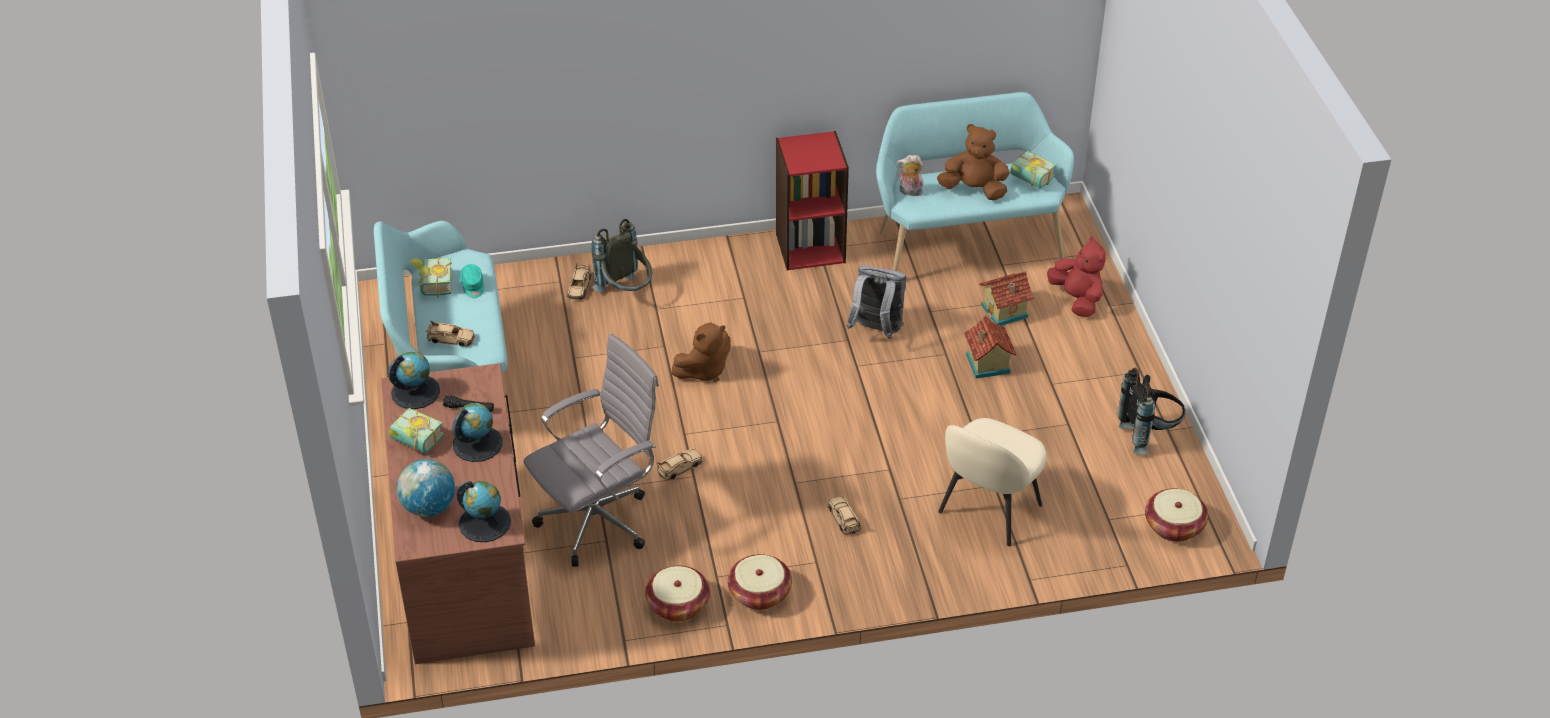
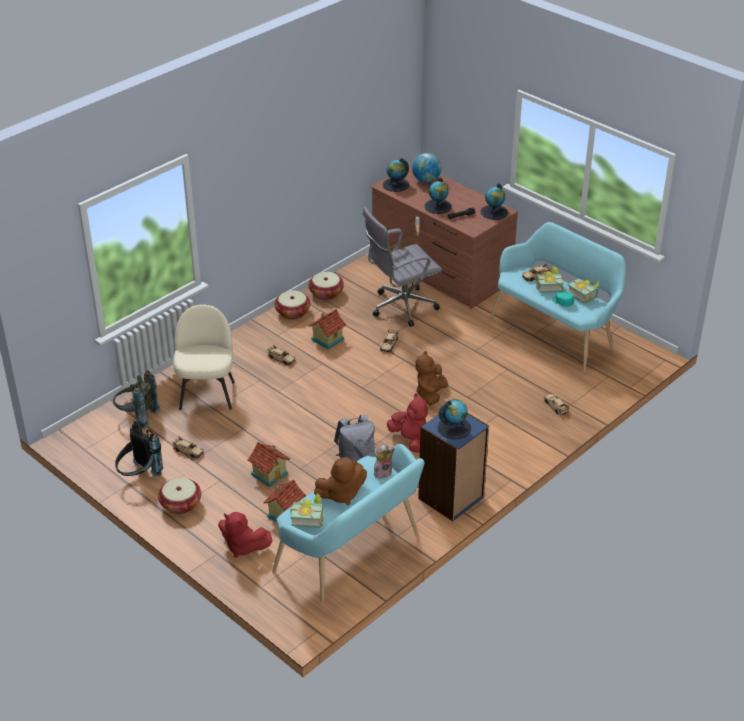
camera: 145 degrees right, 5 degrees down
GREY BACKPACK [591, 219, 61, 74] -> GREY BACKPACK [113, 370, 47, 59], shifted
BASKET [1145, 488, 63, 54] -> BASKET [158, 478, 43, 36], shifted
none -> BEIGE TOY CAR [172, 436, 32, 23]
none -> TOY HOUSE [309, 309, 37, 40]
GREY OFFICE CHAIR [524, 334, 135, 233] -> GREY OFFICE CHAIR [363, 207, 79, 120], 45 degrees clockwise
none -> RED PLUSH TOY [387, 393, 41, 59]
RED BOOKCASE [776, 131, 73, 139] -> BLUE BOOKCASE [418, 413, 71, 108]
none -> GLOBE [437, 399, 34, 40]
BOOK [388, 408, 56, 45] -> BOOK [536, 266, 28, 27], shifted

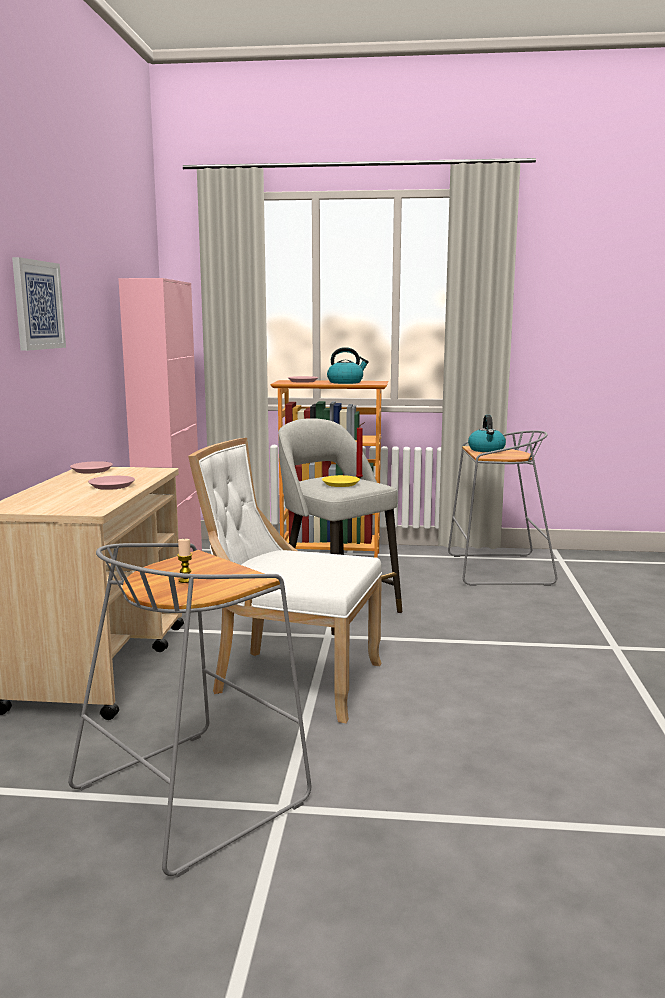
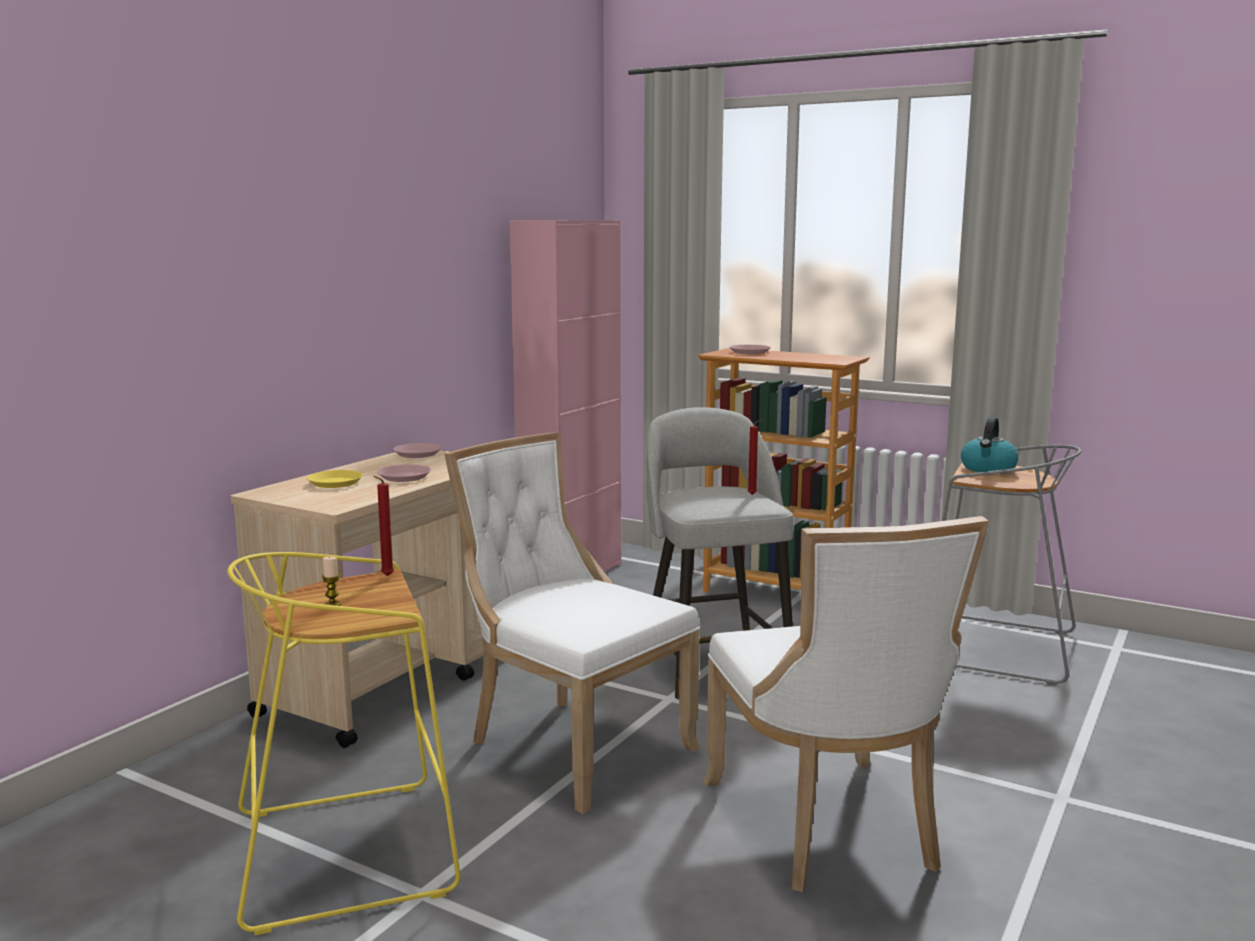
camera: 25 degrees right, 0 degrees up
GREY STOOL [68, 543, 243, 335] -> YELLOW STOOL [227, 552, 233, 383]
YELLOW PLATE [322, 475, 38, 12] -> YELLOW PLATE [307, 470, 56, 18], shifted
none -> RED CANDLE [373, 476, 21, 100]
none -> WHITE CHAIR [703, 516, 286, 376]
PICTURE [12, 257, 54, 94] -> none
KETTLE [327, 347, 42, 37] -> none

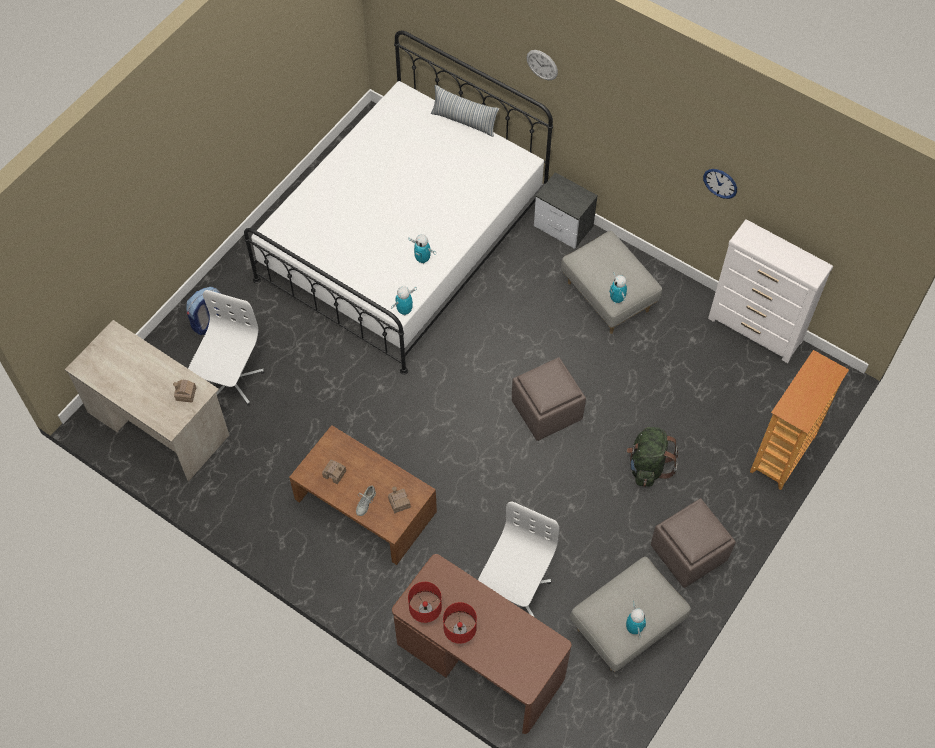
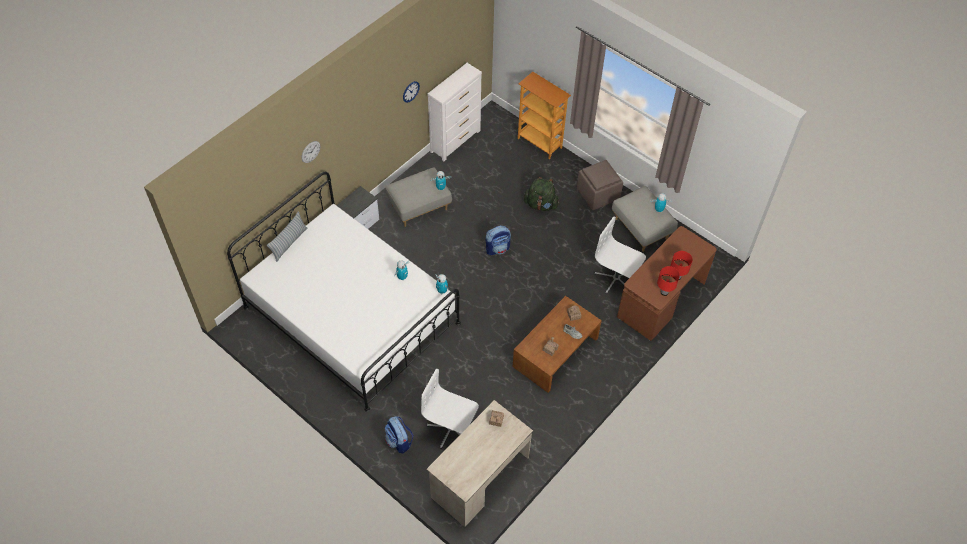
camera: 85 degrees left, 5 degrees down
BROWN OTTOMAN [512, 357, 74, 84] -> BACKPACK [485, 226, 26, 29]

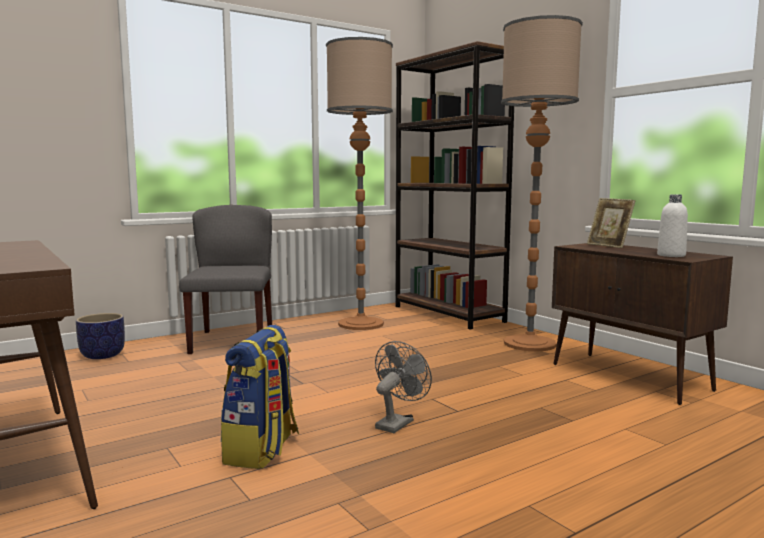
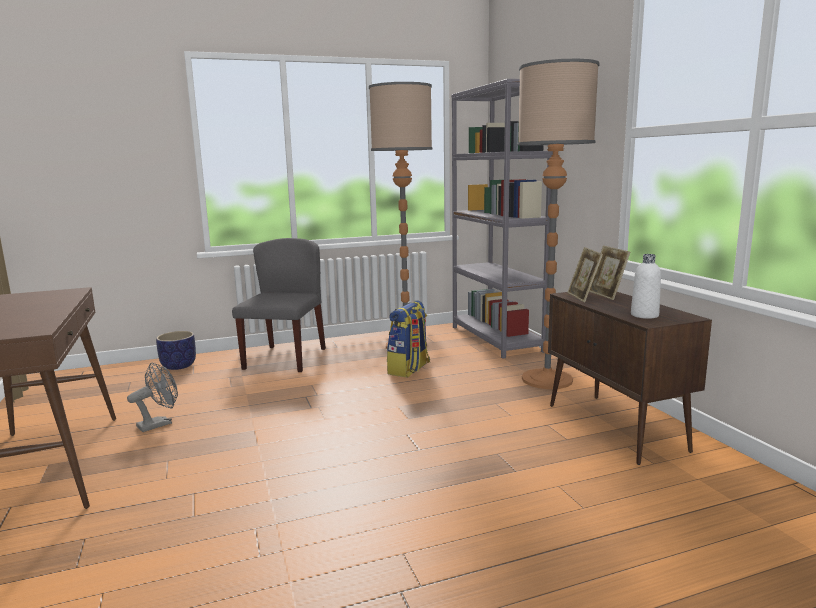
camera: 15 degrees right, 5 degrees up
GREY FAN [375, 341, 57, 92] -> GREY FAN [127, 363, 51, 69], shifted
BACKPACK [221, 325, 78, 144] -> BACKPACK [387, 300, 43, 78], shifted
BROWN BOOKCASE [395, 41, 119, 288] -> GREY BOOKCASE [451, 79, 102, 280]
none -> PICTURE FRAME [567, 247, 36, 55]

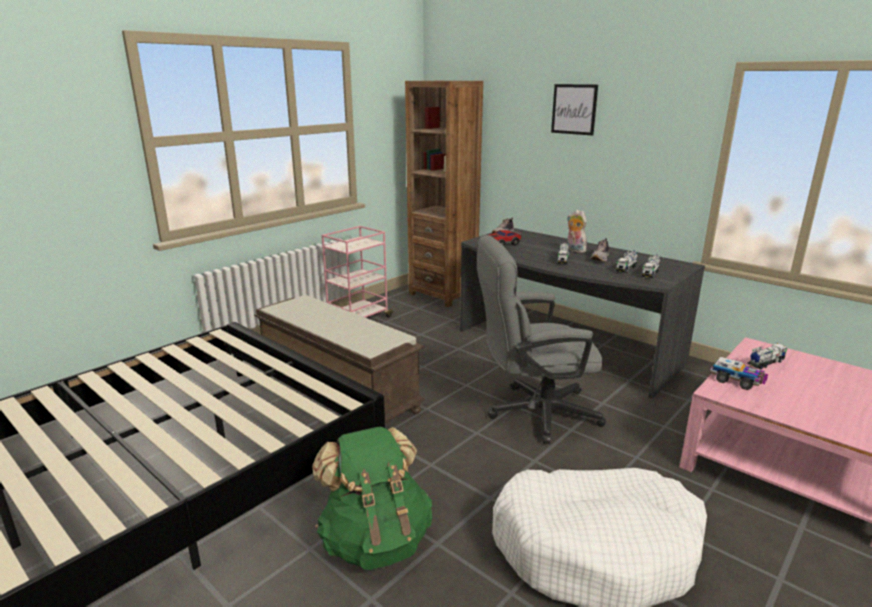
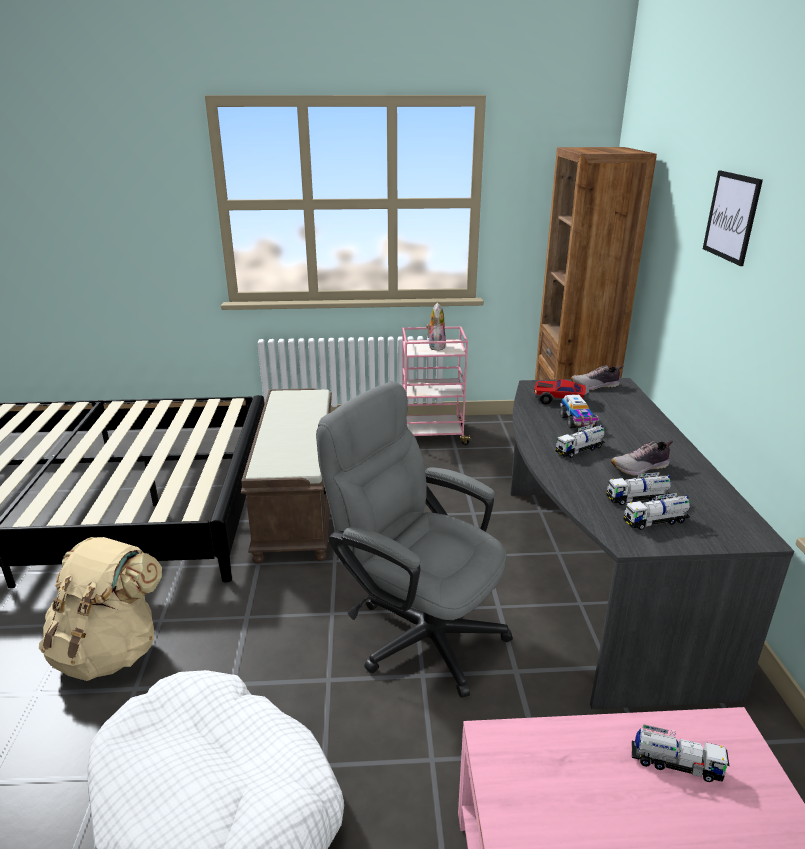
camera: 45 degrees right, 5 degrees up
GREEN BACKPACK [312, 427, 120, 143] -> BEIGE BACKPACK [39, 537, 123, 144]
PLUSH TOY [567, 210, 20, 43] -> PLUSH TOY [426, 303, 20, 48], shifted
TOY TRUCK [710, 357, 58, 33] -> TOY TRUCK [560, 395, 39, 33], shifted

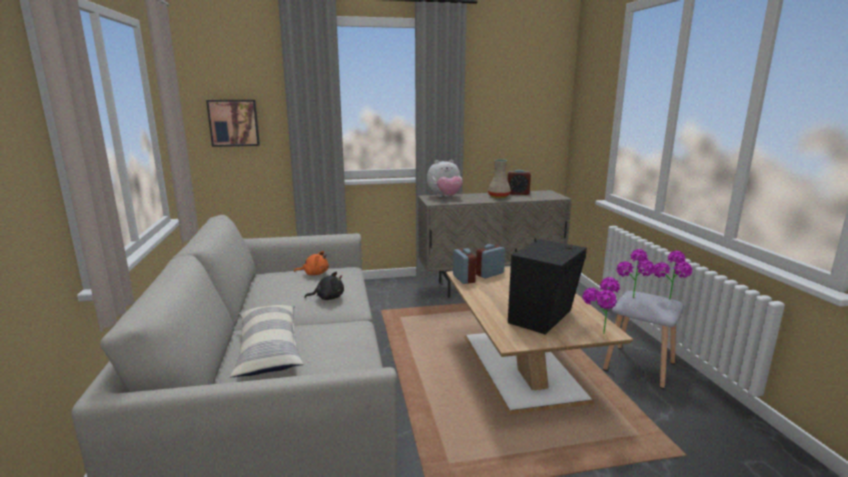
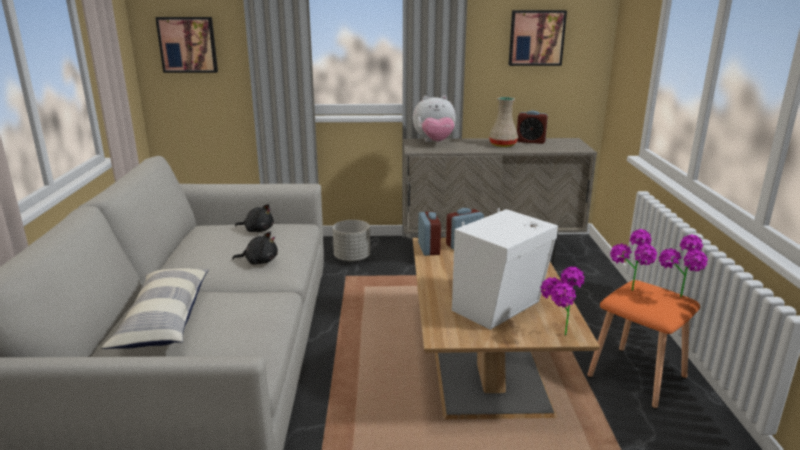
camera: 10 degrees right, 5 degrees up
ORANGE PLUSH TOY [294, 251, 35, 24] -> BLACK PLUSH TOY [235, 204, 39, 28]
none -> GREY PLANTER [333, 220, 37, 42]
BLACK SPEAKER [508, 238, 79, 96] -> WHITE SPEAKER [452, 208, 106, 122]
none -> PICTURE [509, 10, 58, 56]
GREY STOOL [603, 291, 81, 98] -> ORANGE STOOL [587, 280, 113, 129]

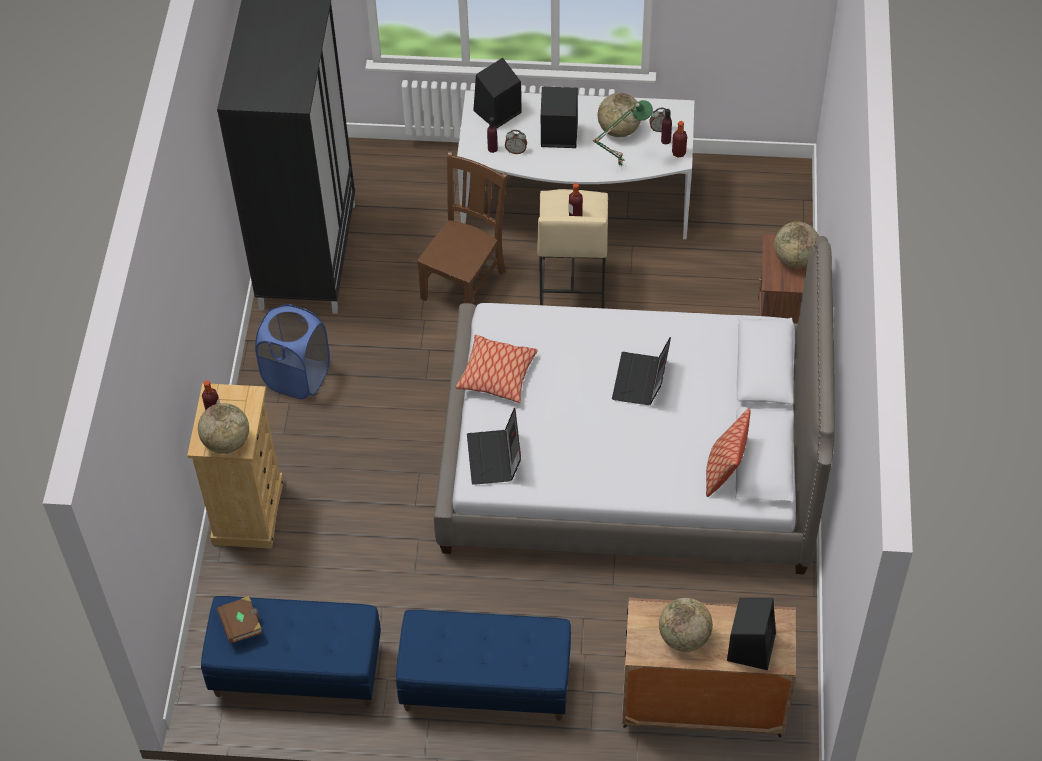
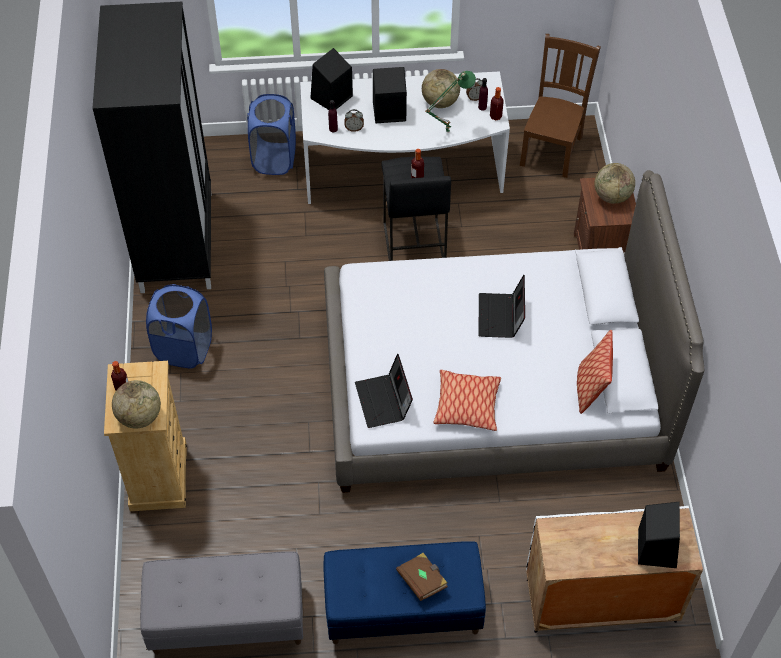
camera: 10 degrees left, 0 degrees up
BLUE BENCH [201, 596, 180, 111] -> GREY BENCH [140, 551, 163, 104]
none -> BLUE LAUNDRY BASKET [247, 94, 49, 81]
BEIGE STOOL [537, 189, 71, 119] -> BLACK STOOL [381, 157, 70, 104]
BROWN BOOK [217, 596, 45, 48] -> BROWN BOOK [396, 553, 52, 48], shifted
PILLOW [456, 335, 82, 68] -> PILLOW [433, 370, 68, 61], shifted
BROWN CHAIR [417, 151, 91, 153] -> BROWN CHAIR [520, 34, 81, 144], shifted
BROWN CABINET [622, 597, 174, 140] -> WHITE CABINET [526, 506, 177, 127]
GLOBE [659, 598, 54, 54] -> none

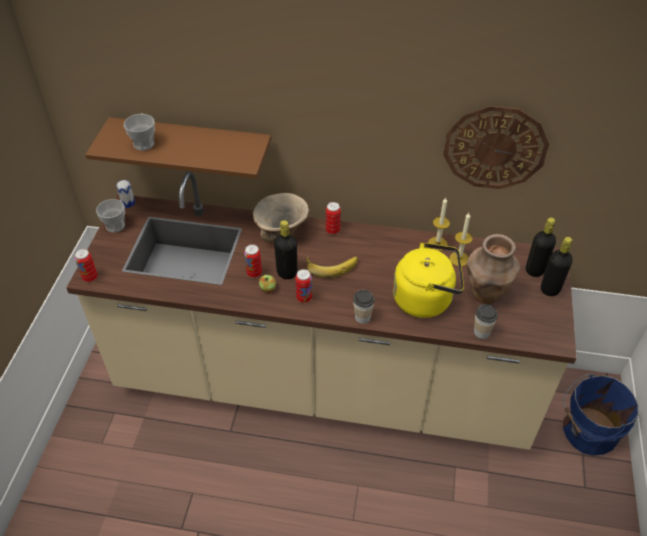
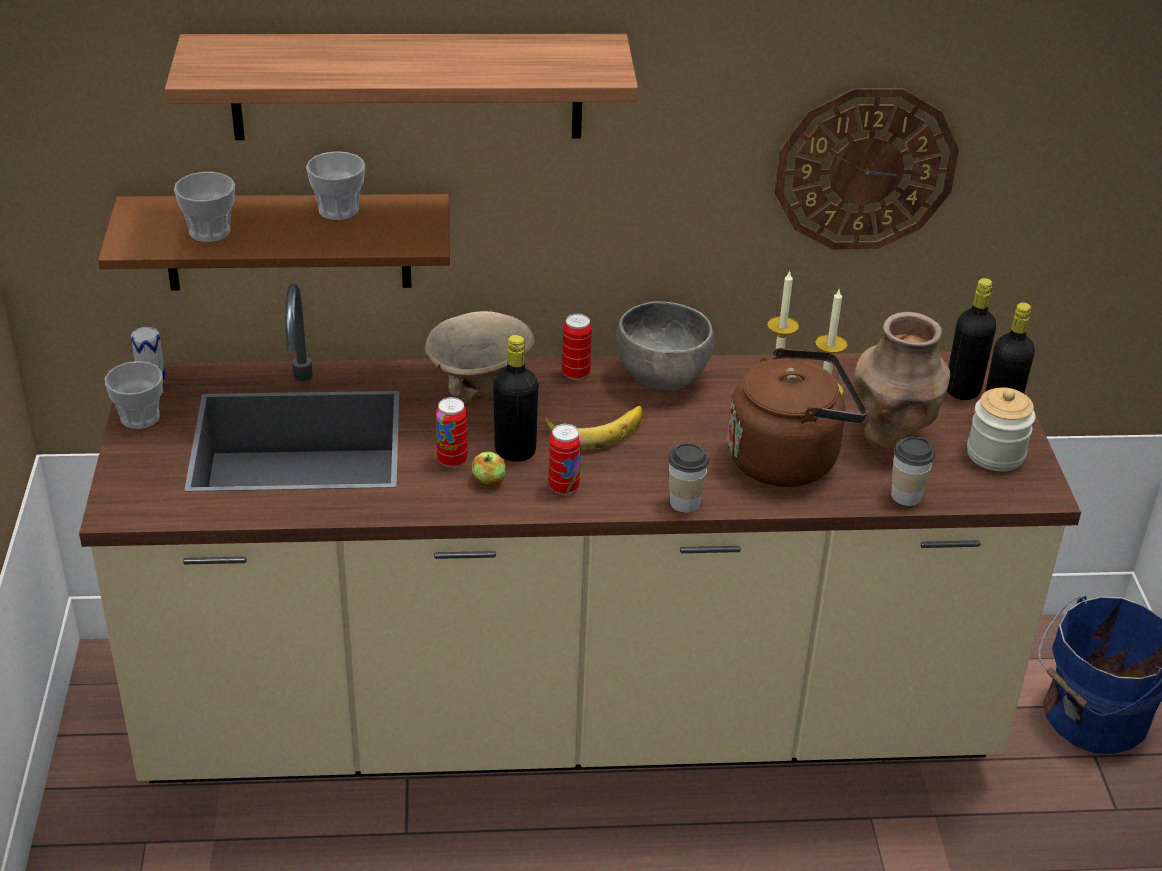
camera: 15 degrees left, 10 degrees down
none -> SHELF [165, 34, 473, 106]
none -> CUP [306, 151, 59, 69]
none -> GREY BOWL [616, 301, 98, 90]
YELLOW KETTLE [393, 243, 71, 75] -> BROWN KETTLE [727, 348, 140, 139]
none -> JAR [967, 387, 69, 84]
CAN [75, 249, 23, 33] -> none

